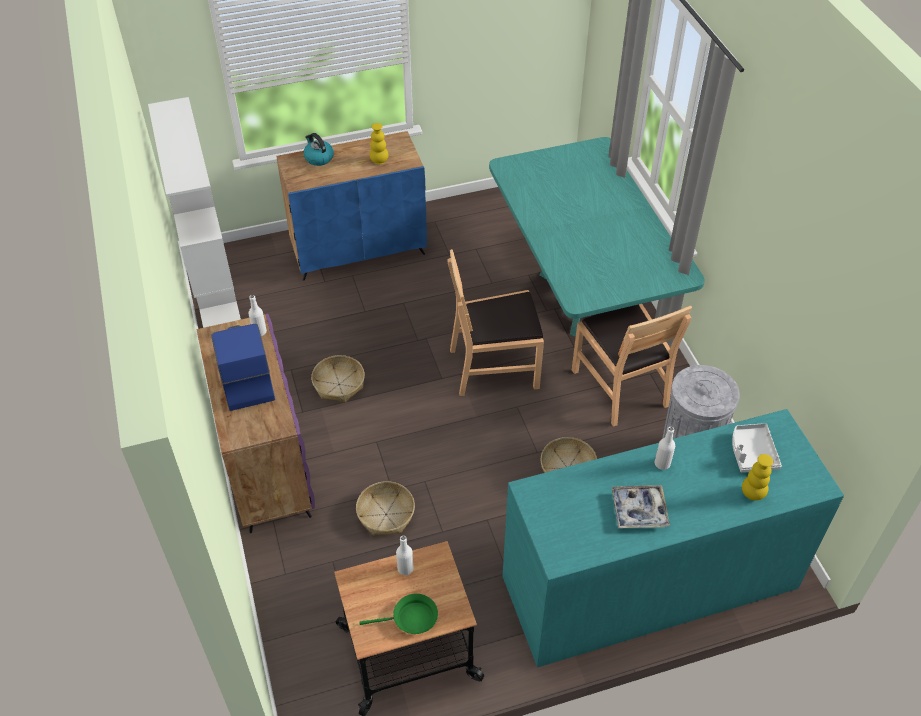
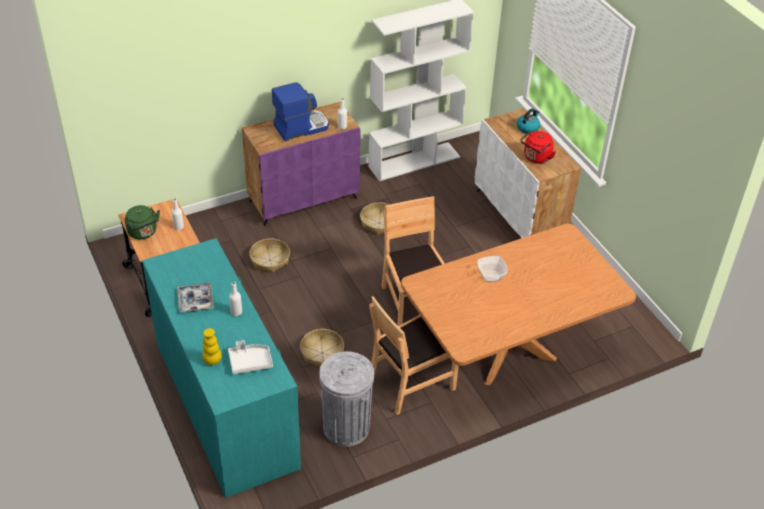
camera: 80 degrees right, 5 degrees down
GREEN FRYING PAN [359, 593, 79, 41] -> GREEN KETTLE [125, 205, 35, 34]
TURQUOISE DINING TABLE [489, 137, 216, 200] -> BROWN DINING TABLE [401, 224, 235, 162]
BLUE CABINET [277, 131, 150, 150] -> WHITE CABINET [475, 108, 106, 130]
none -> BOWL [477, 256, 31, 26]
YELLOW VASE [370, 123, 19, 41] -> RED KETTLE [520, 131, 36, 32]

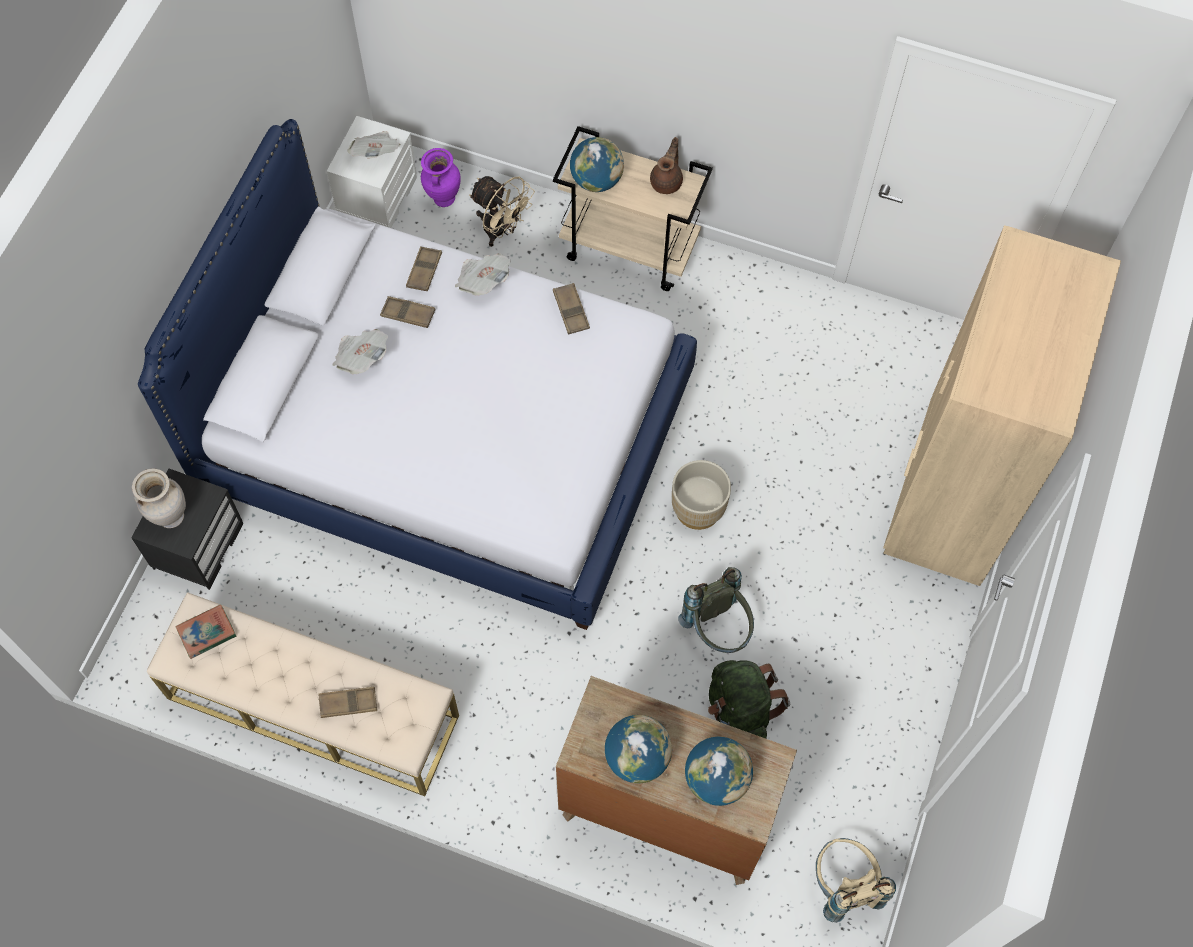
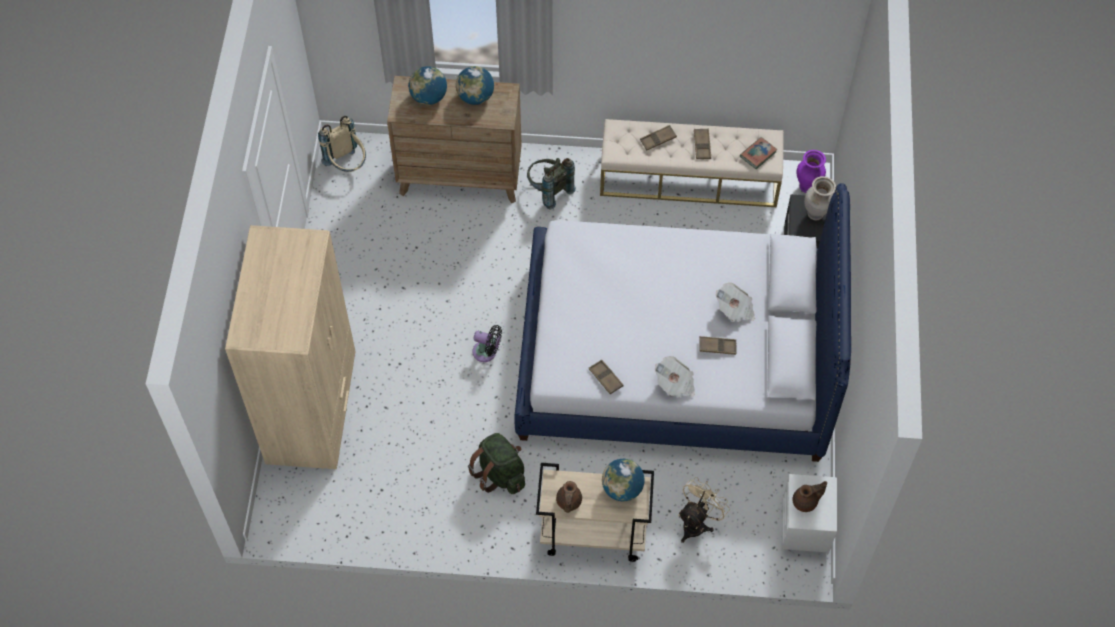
camera: 165 degrees right, 5 degrees down
GREEN BACKPACK [708, 660, 82, 79] -> GREEN BACKPACK [468, 433, 57, 61], shifted
BEIGE PLANTER [672, 460, 59, 70] -> BLACK FAN [472, 325, 30, 37]
GREY BACKPACK [678, 567, 76, 86] -> GREY BACKPACK [527, 158, 49, 51], shifted
BEIGE FAN [469, 176, 66, 71] -> BEIGE FAN [678, 477, 52, 66], 105 degrees clockwise
BROWN TRAY [406, 246, 36, 45] -> BROWN TRAY [694, 128, 17, 31], shifted
NEWSPAPER [347, 131, 54, 28] -> BROWN TEAPOT [792, 481, 35, 31]
PURPLE VASE [421, 148, 40, 59] -> PURPLE VASE [797, 150, 29, 43], shifted

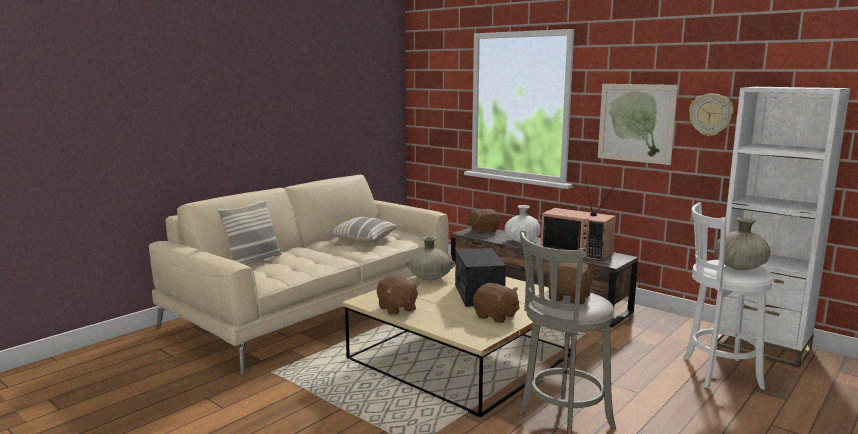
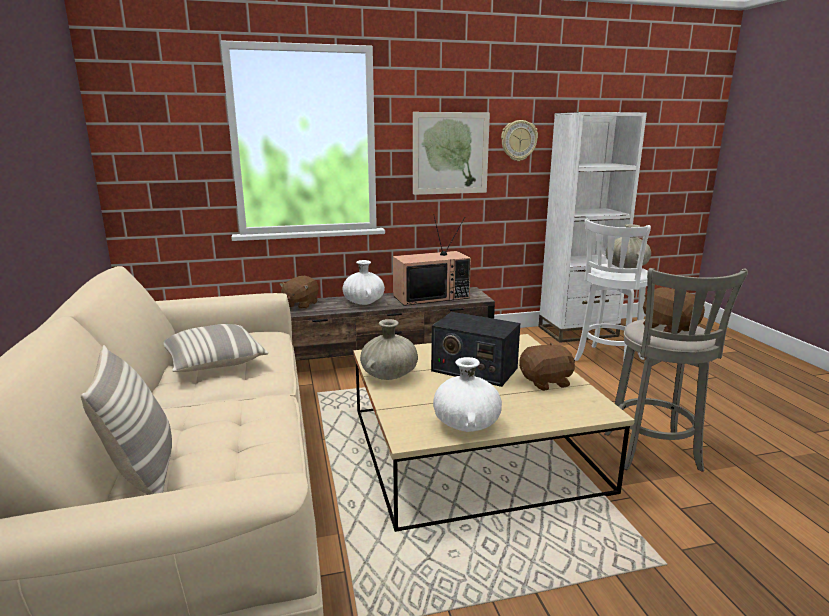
camera: 55 degrees left, 5 degrees up
BROWN PLUSH TOY [377, 276, 42, 39] -> WHITE VASE [433, 357, 69, 75]

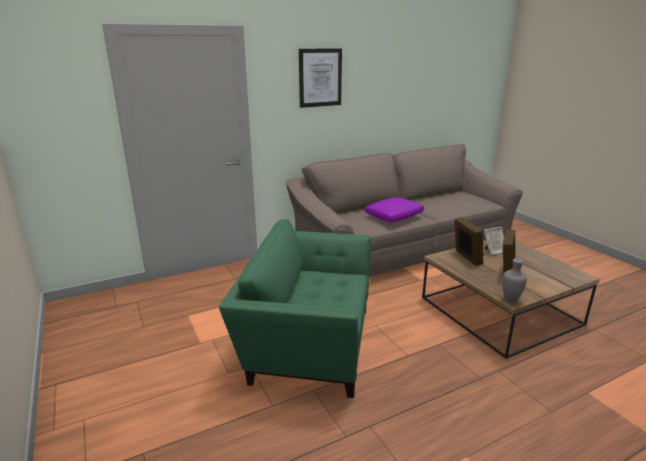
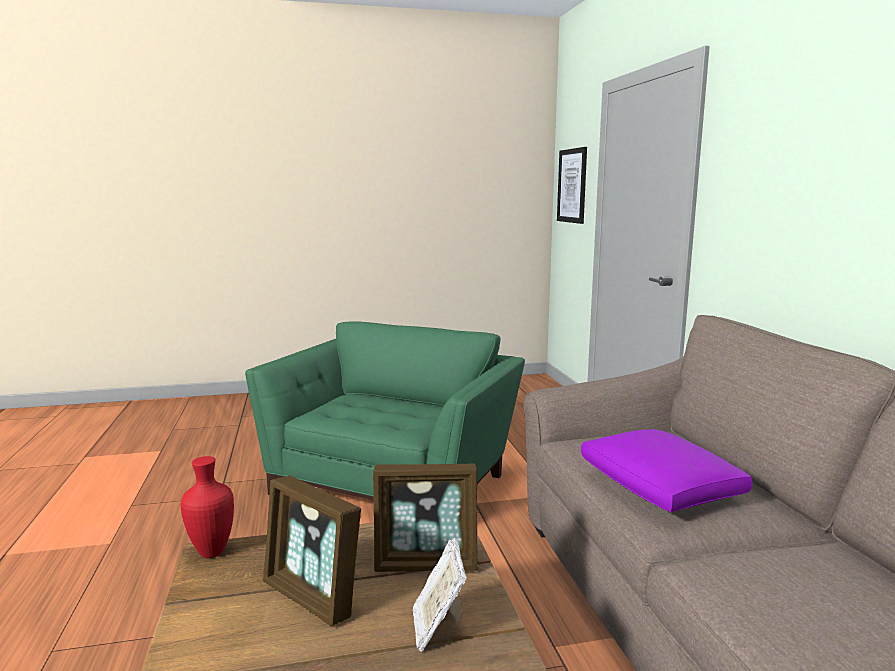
camera: 105 degrees right, 10 degrees down
GREY VASE [502, 258, 25, 45] -> RED VASE [181, 456, 53, 102]
PICTURE [299, 48, 43, 60] -> PICTURE [557, 147, 30, 77], shifted

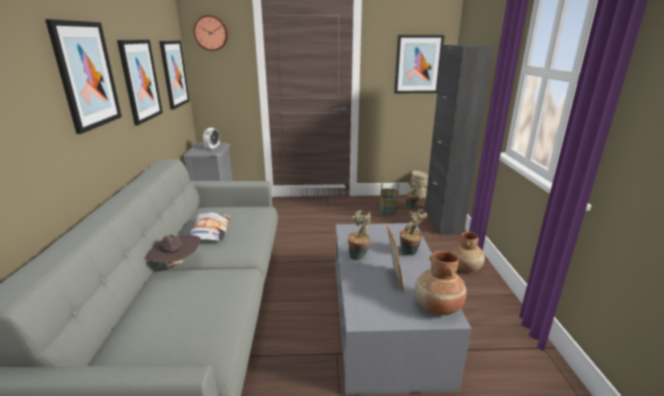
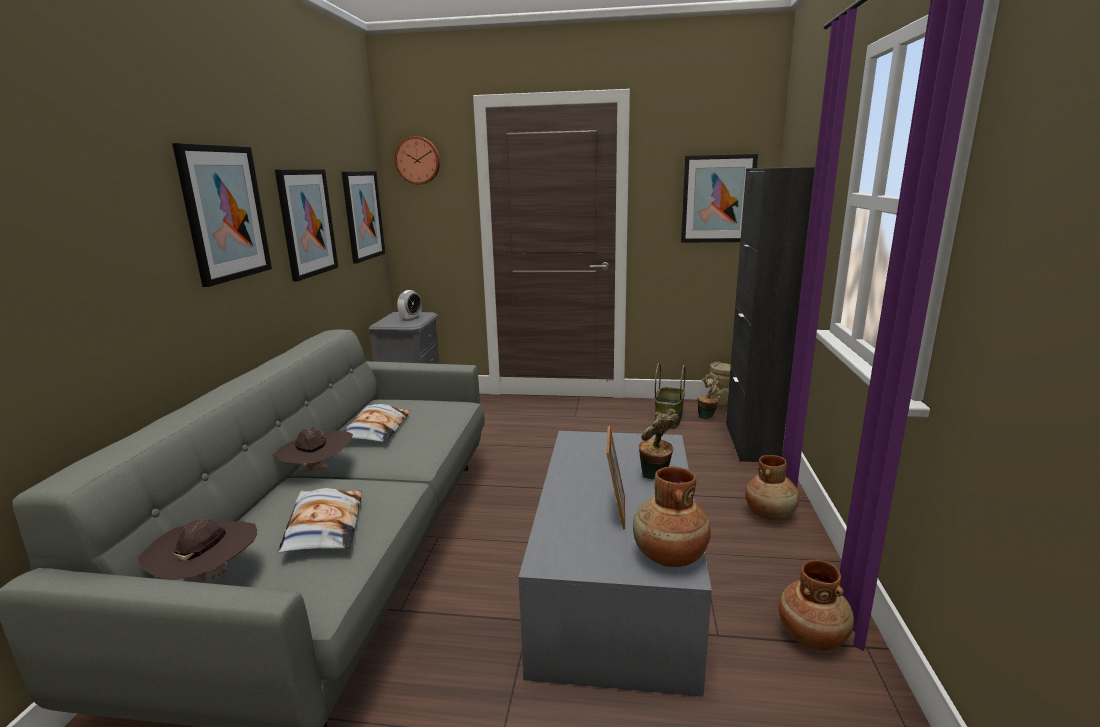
camera: 10 degrees right, 5 degrees down
none -> BROWN HAT [139, 519, 118, 65]
none -> PILLOW [278, 488, 84, 65]
none -> BROWN VASE [779, 560, 75, 91]
POTTED PLANT [348, 210, 23, 51] -> none

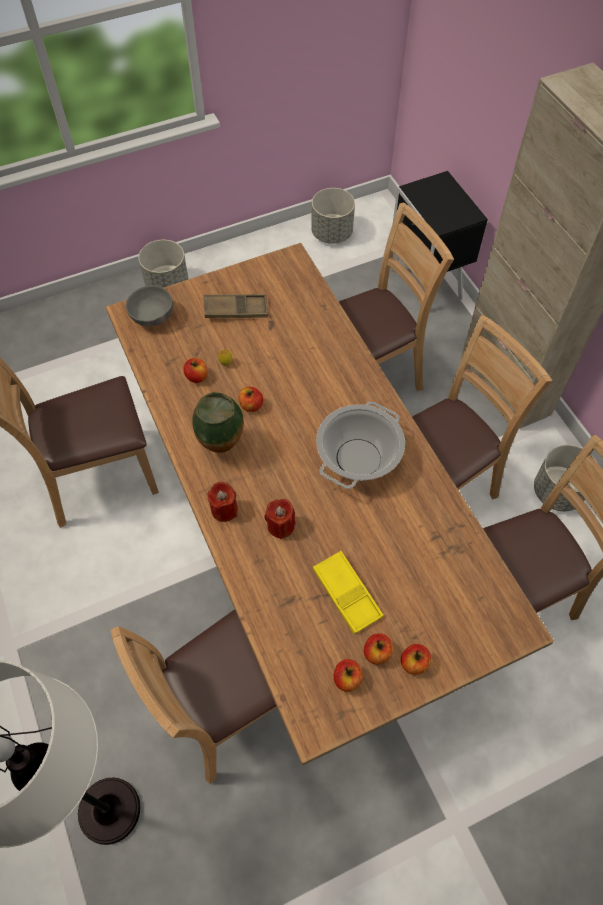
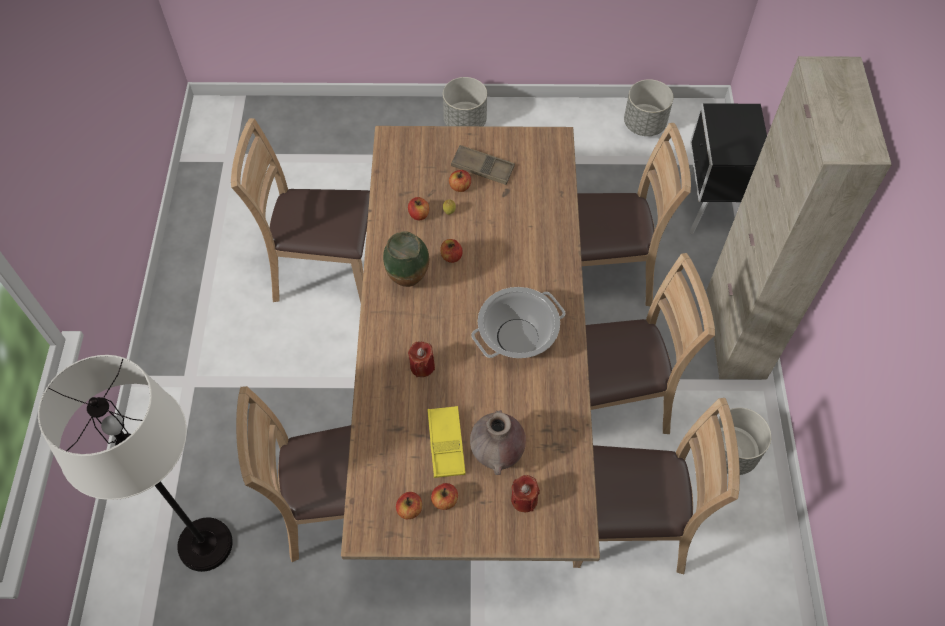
camera: 25 degrees right, 0 degrees up
APPLE [401, 644, 30, 31] -> APPLE [449, 170, 22, 22], shifted
none -> BROWN VASE [470, 410, 56, 65]
RED CANDLE [207, 482, 31, 40] -> RED CANDLE [511, 475, 29, 37], shifted
GREY BOWL [126, 285, 47, 41] -> none

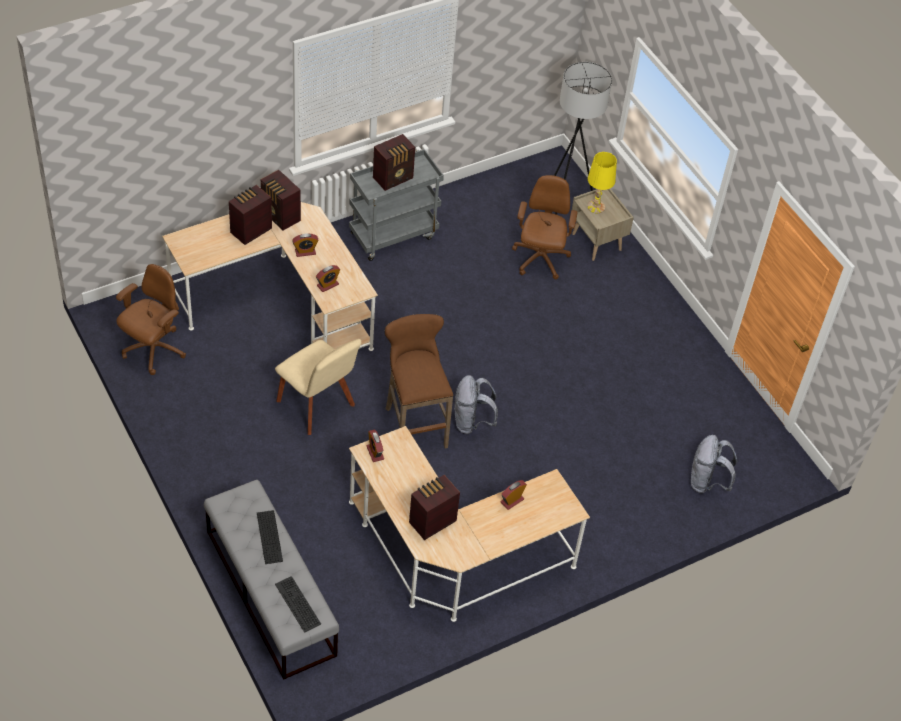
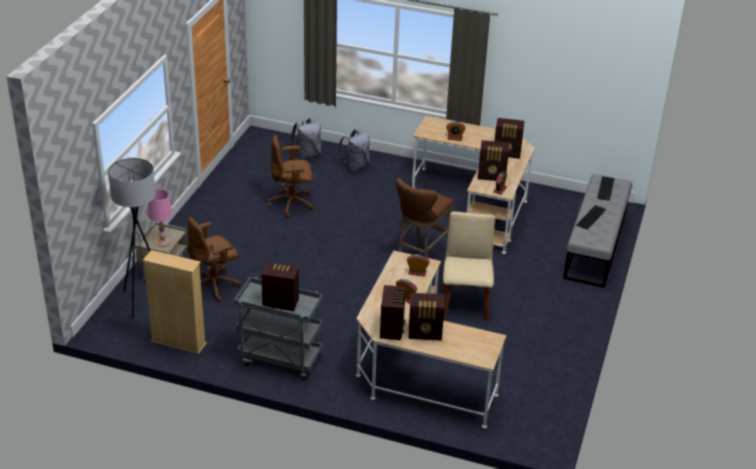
camera: 130 degrees left, 15 degrees down
none -> BEIGE BOOKCASE [143, 250, 63, 104]
YELLOW TABLE LAMP [587, 152, 30, 61] -> PINK TABLE LAMP [148, 189, 25, 58]
BROWN OFFICE CHAIR [116, 264, 70, 111] -> BROWN OFFICE CHAIR [268, 135, 46, 83], shifted
GREY BACKPACK [454, 375, 44, 59] -> GREY BACKPACK [336, 129, 34, 43], shifted
none -> RADIO [478, 140, 31, 41]

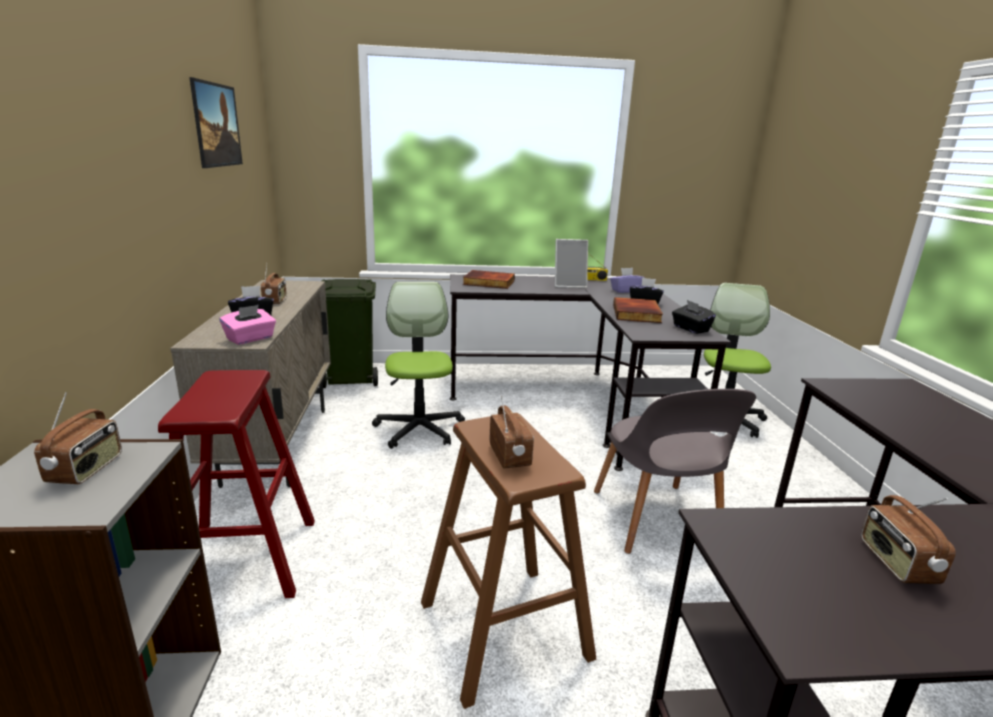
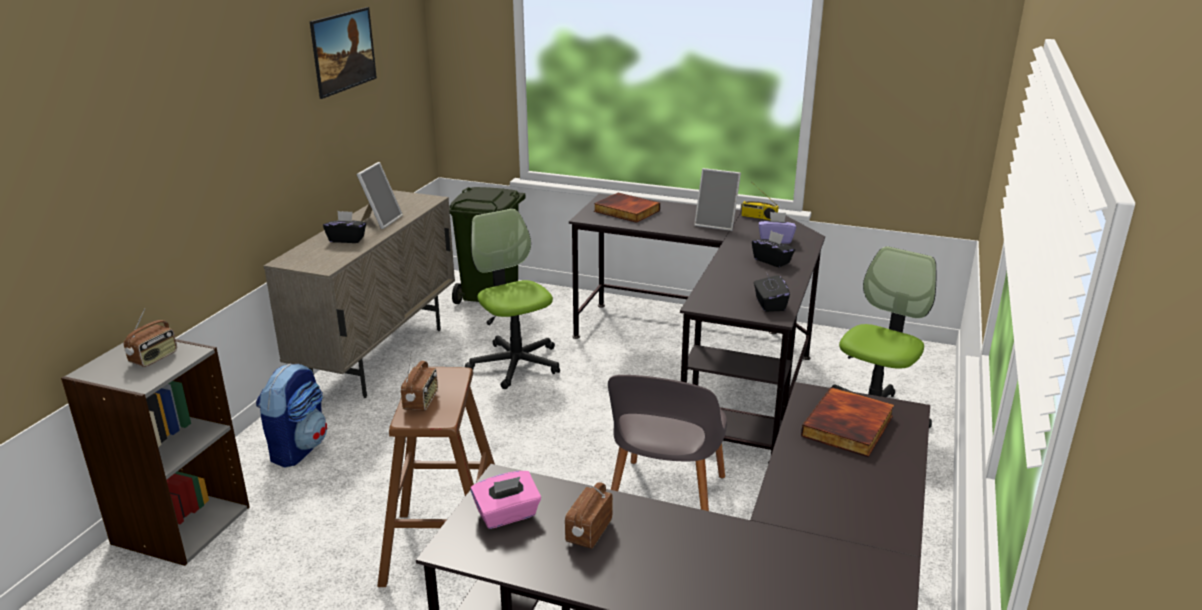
camera: 25 degrees right, 5 degrees up
RED STOOL [158, 370, 157, 228] -> BACKPACK [256, 364, 71, 103]
RADIO [261, 265, 26, 40] -> PICTURE FRAME [356, 162, 47, 67]
OFFICE CHAIR [372, 282, 93, 167] -> OFFICE CHAIR [465, 209, 95, 180], 45 degrees counterclockwise
PINK TISSUE BOX [220, 305, 56, 40] -> PINK TISSUE BOX [470, 471, 71, 58], shifted
BOOK [613, 297, 50, 26] -> BOOK [801, 387, 93, 70], shifted

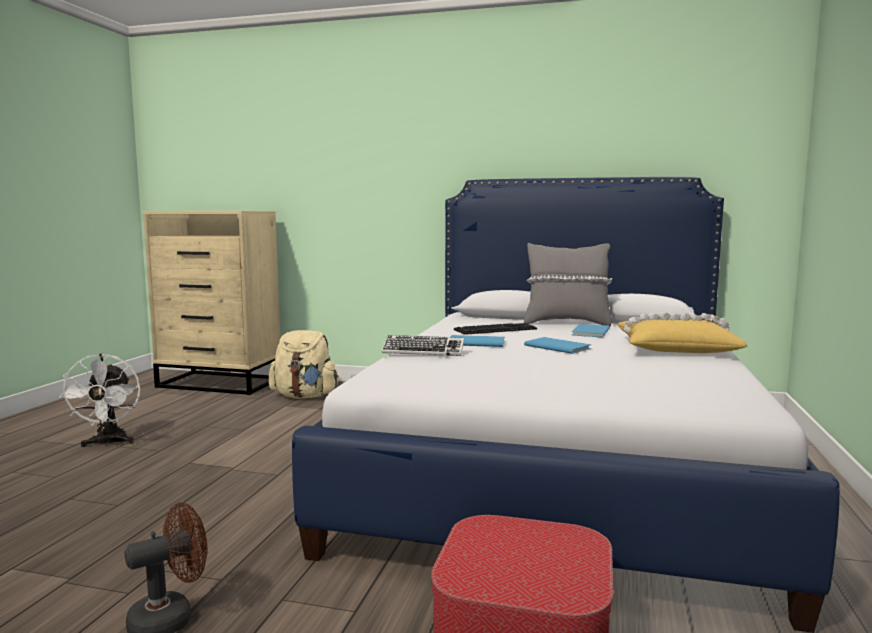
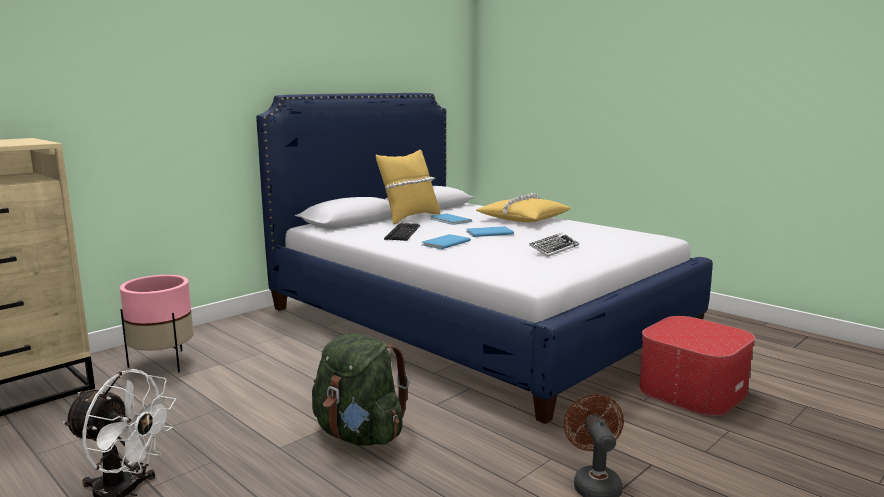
camera: 60 degrees left, 5 degrees up
BEIGE BACKPACK [269, 330, 70, 69] -> PINK PLANTER [120, 275, 74, 97]
none -> GREEN BACKPACK [312, 333, 97, 113]
GREY PILLOW [524, 243, 88, 84] -> YELLOW PILLOW [376, 150, 64, 75]
KEYBOARD [381, 335, 83, 21] -> KEYBOARD [529, 233, 50, 24], shifted

